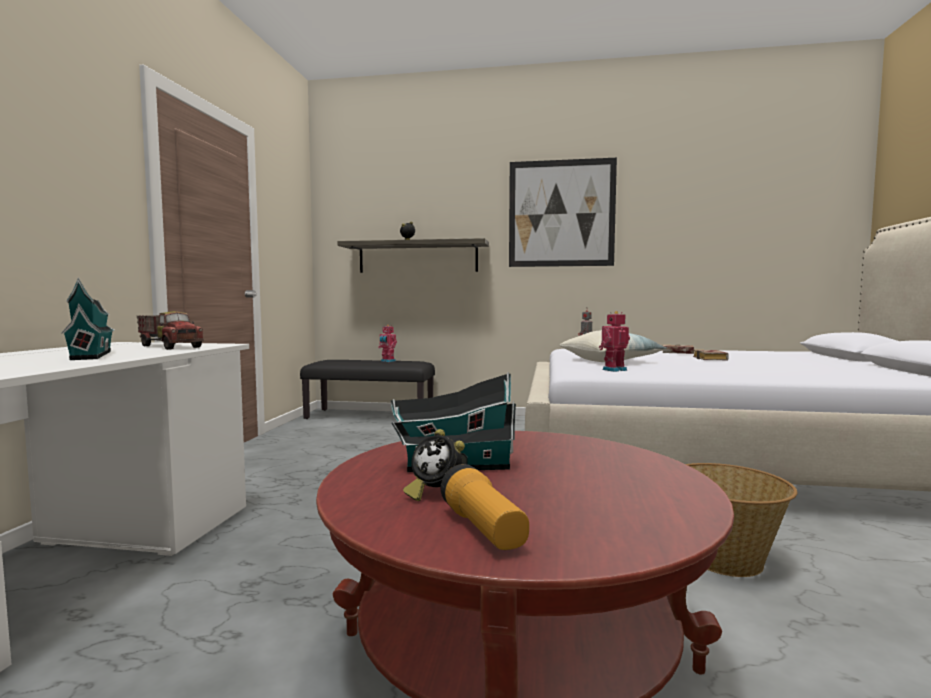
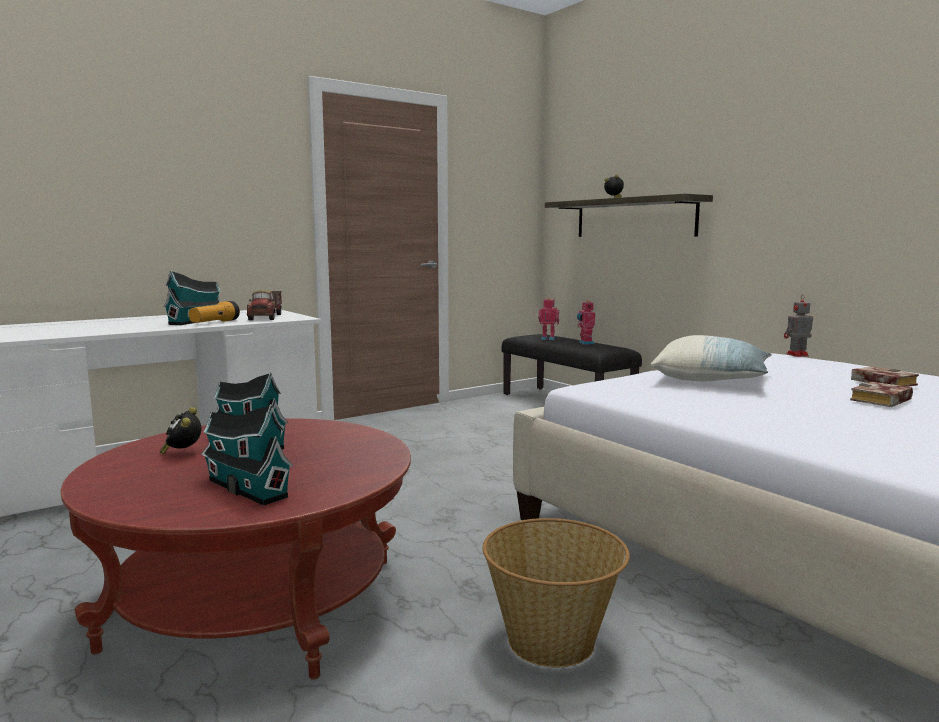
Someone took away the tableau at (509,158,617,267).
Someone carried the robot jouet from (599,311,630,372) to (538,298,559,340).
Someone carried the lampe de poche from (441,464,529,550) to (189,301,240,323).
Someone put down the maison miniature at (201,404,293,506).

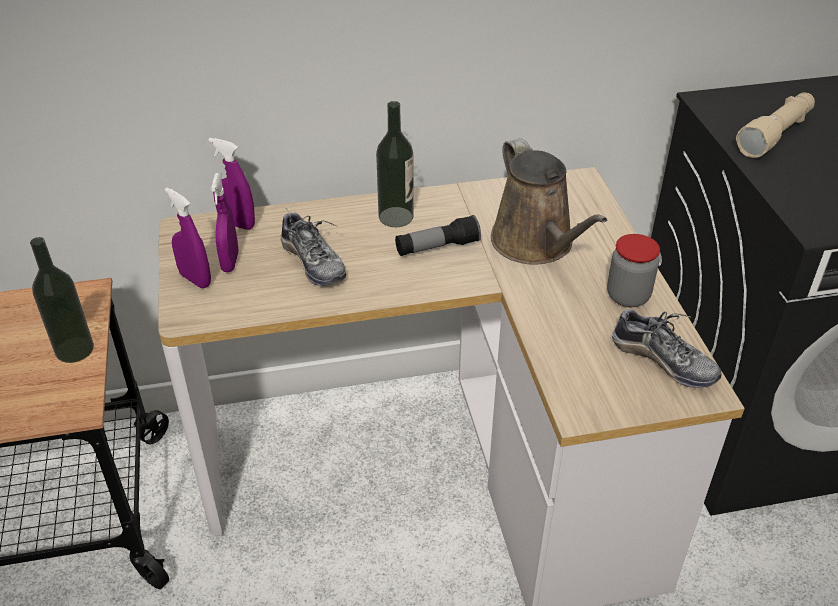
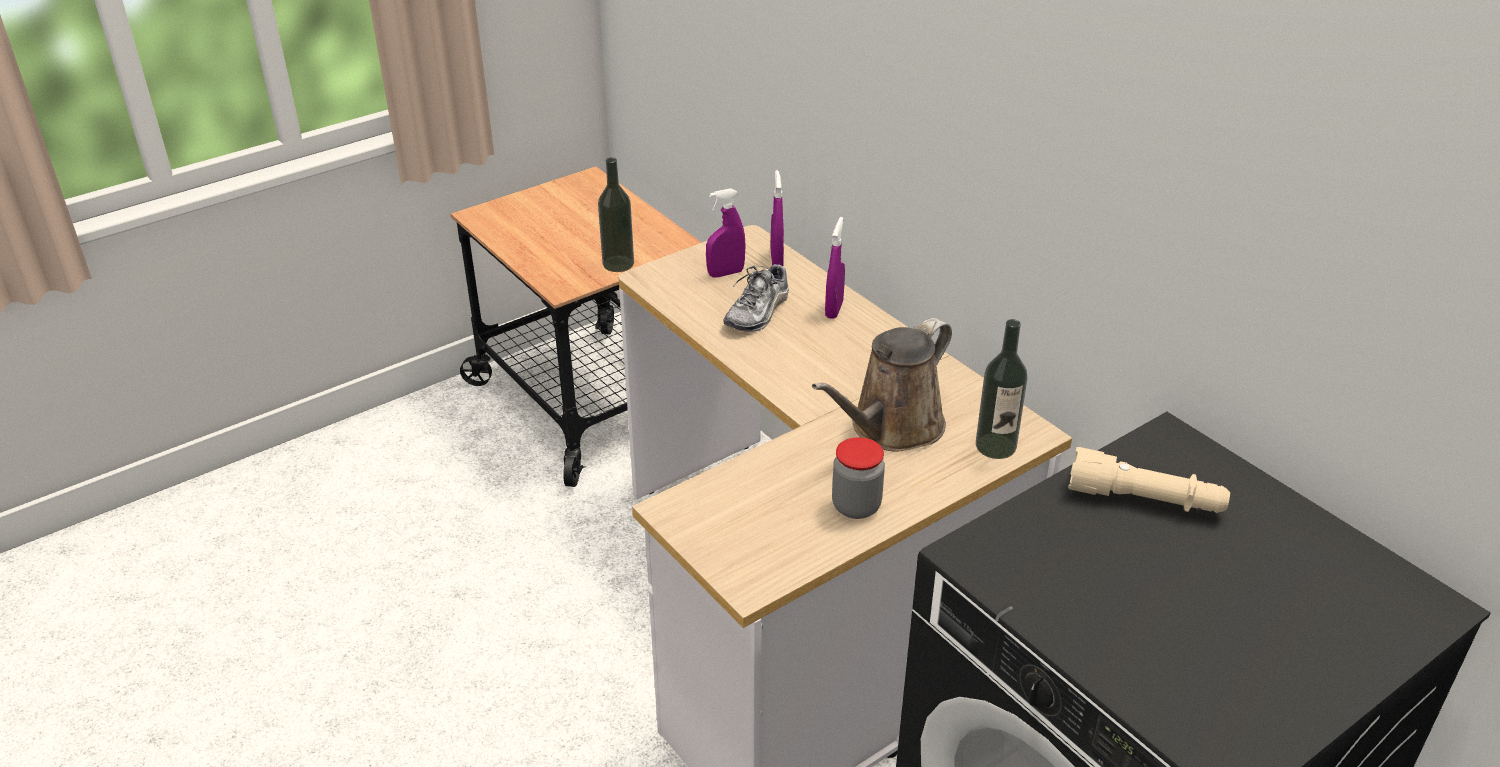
Someone carried the bouteille from (376,101,414,227) to (976,319,1027,459).
Someone carried the vaporisateur (violet) from (165,188,211,288) to (825,217,845,319).
Someone took away the lampe de poche at (395,215,481,256).
Someone took away the chaussure at (612,306,722,388).

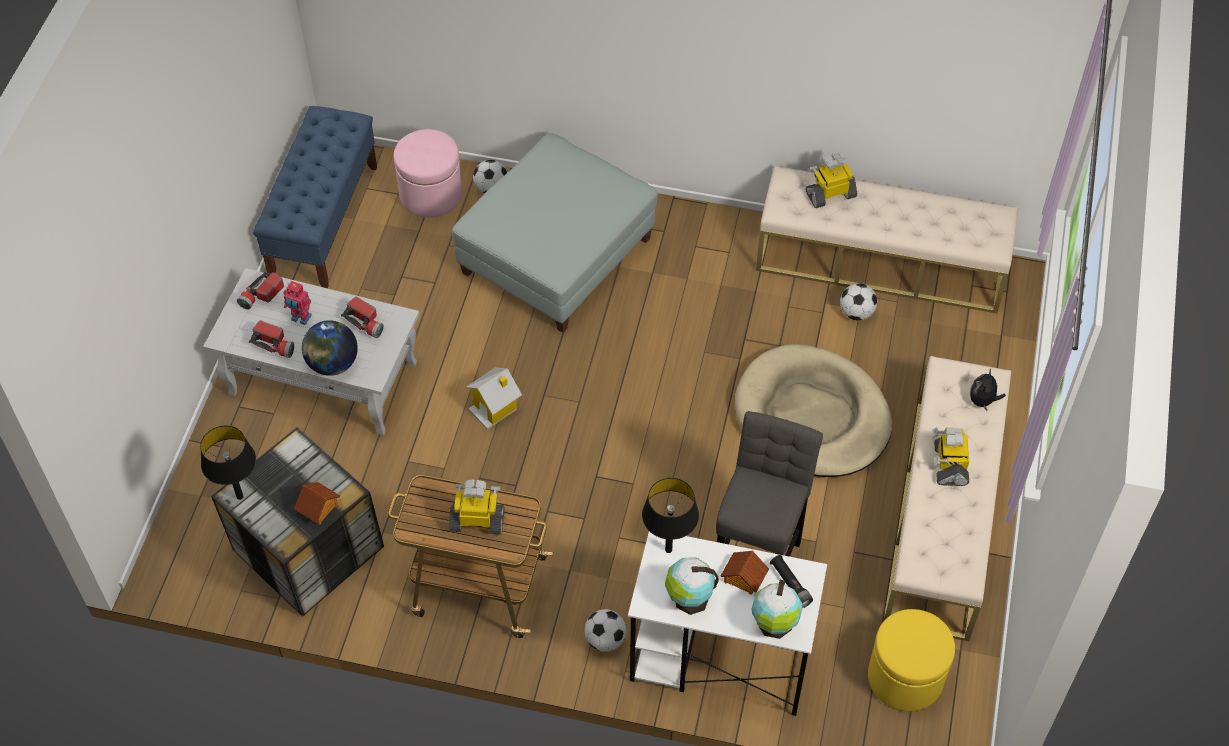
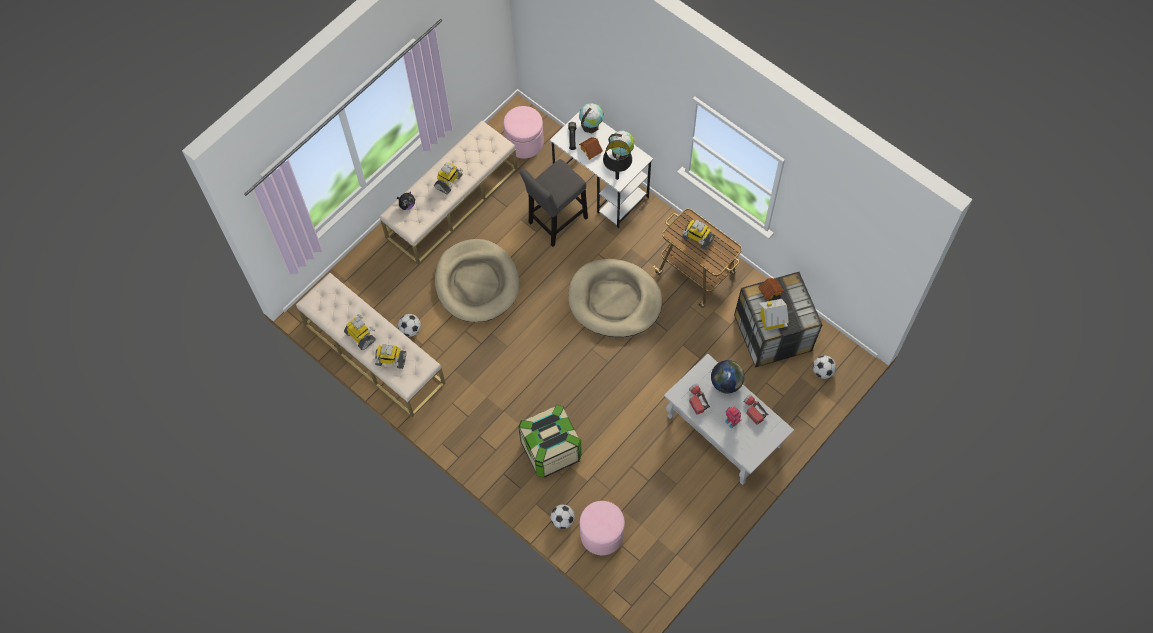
Someone took away the banc (bleu) at (253,106,377,288).
Someone swapped the pouf (gris) at (452,133,658,333) for the boîte de rangement at (518,404,582,478).
Someone took away the lampe de poche at (237,272,284,310).
Someone carried the maison miniature from (466,368,522,430) to (759,299,789,331).
Someone took away the lampe de table (noir) at (200,426,256,500).
Someone carried the ballon de foot from (584,609,627,652) to (813,355,836,379).
Someone repainted the pouf (jaune) at (868,609,955,712), which became the pouf (rose) at (503,106,544,159).
Someone put down the panier pour chien (beige) at (568,259,662,337).
Someone put down the robot jouet at (344,314,376,350).

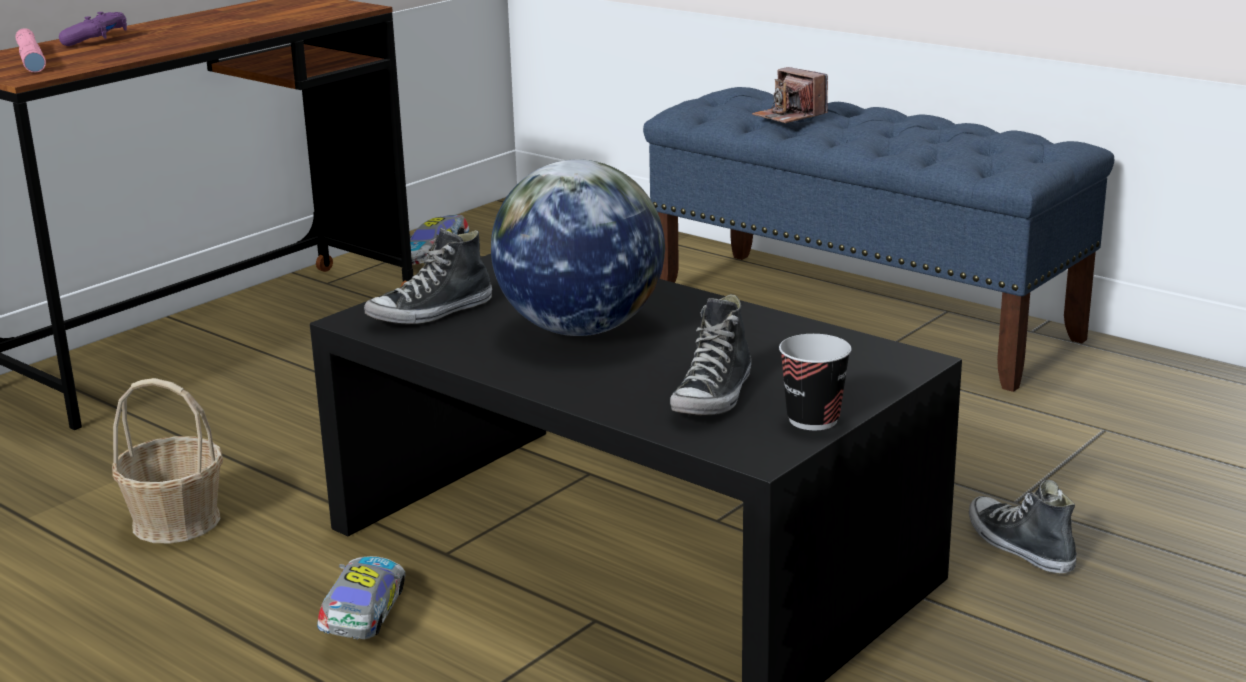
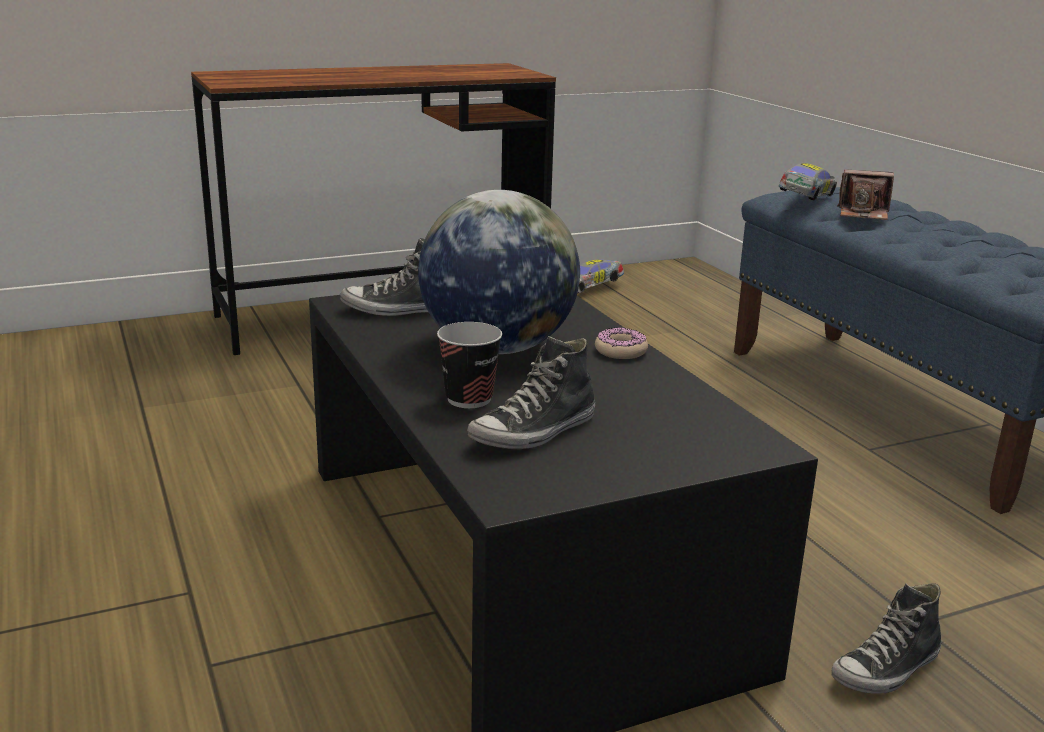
Someone took away the manette (violet) at (59,12,127,46).
Someone took away the lampe de poche (rose) at (15,28,46,72).
Someone rotated the appareil photo at (752,67,828,123) by 60 degrees counterclockwise.
Someone carried the tasse from (779,334,852,430) to (437,322,502,408).
Someone took away the panier at (112,378,223,543).
Someone rotated the chaussure at (969,480,1077,574) by 120 degrees counterclockwise.
Someone carried the petite voiture from (317,556,406,640) to (779,163,837,201).
Someone put down the beignet at (595,327,648,359).

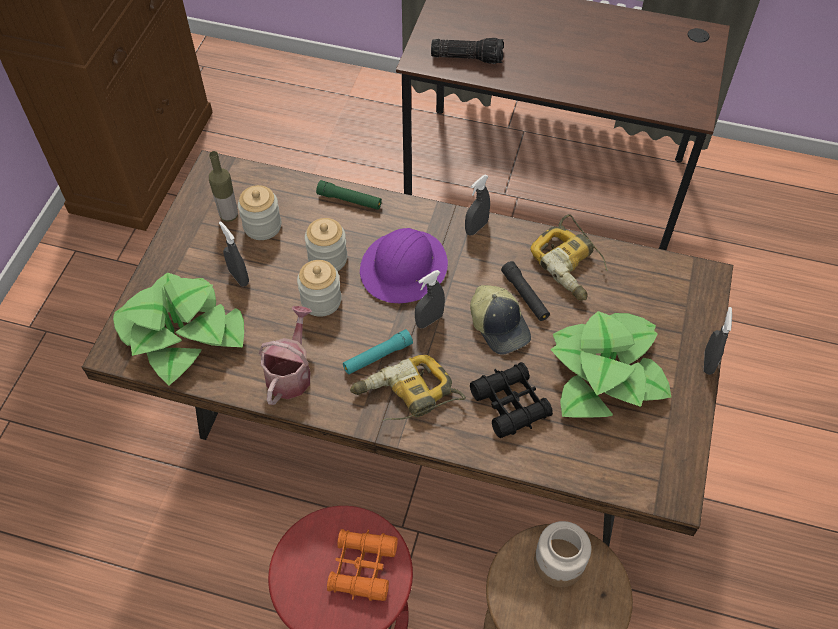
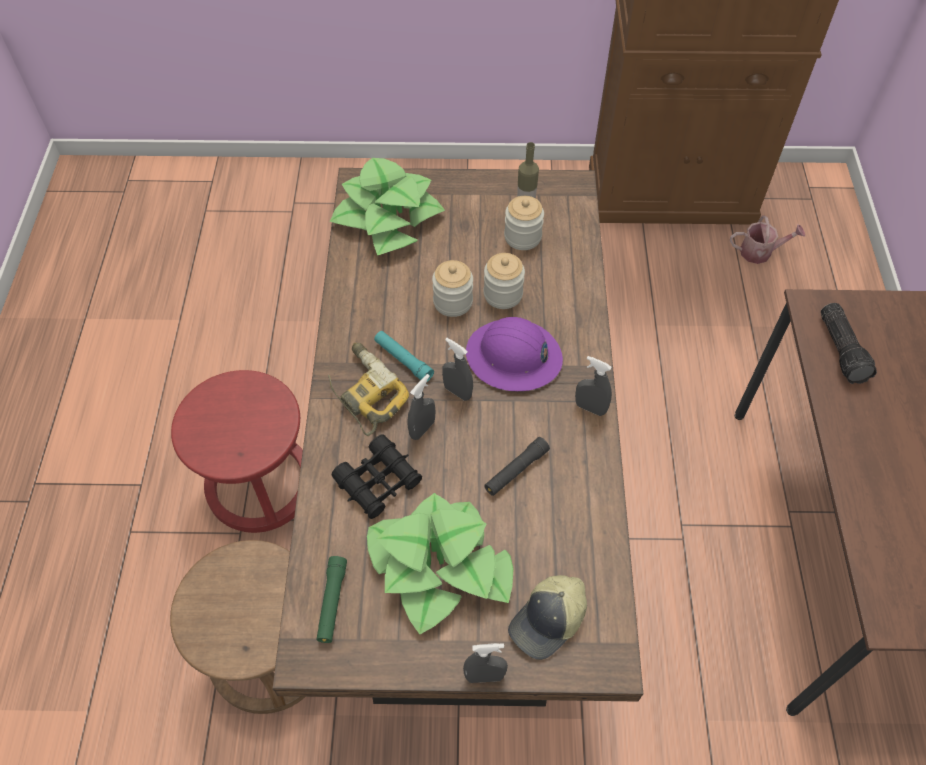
Someone carried the lampe de poche (vert) from (316,180,382,210) to (316,556,347,643).
Someone took away the perceuse at (530,214,608,301).
Someone carried the vaporisateur (gris) from (219,221,249,286) to (407,374,435,440).
Someone carried the casquette from (470,285,531,355) to (508,575,587,660).
Someone carried the arrosoir from (259,306,312,405) to (730,216,805,264).
Someone took away the bocal at (534,521,591,587).
Someone took away the jumelles (orange) at (327,529,398,601).

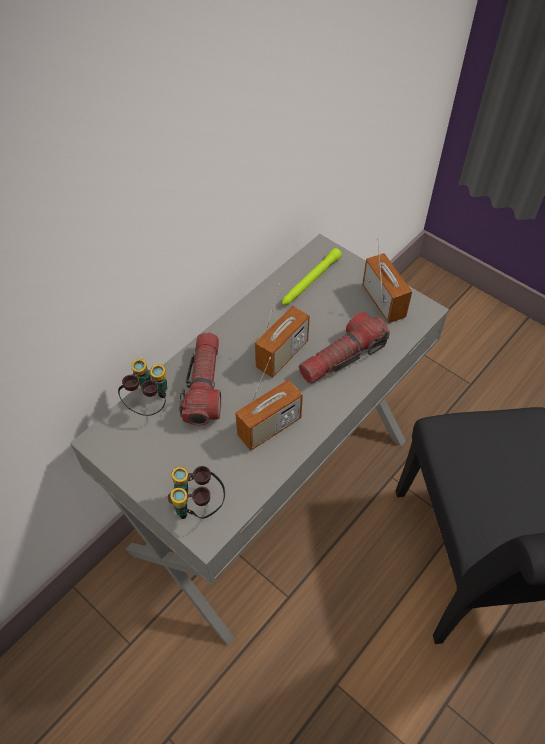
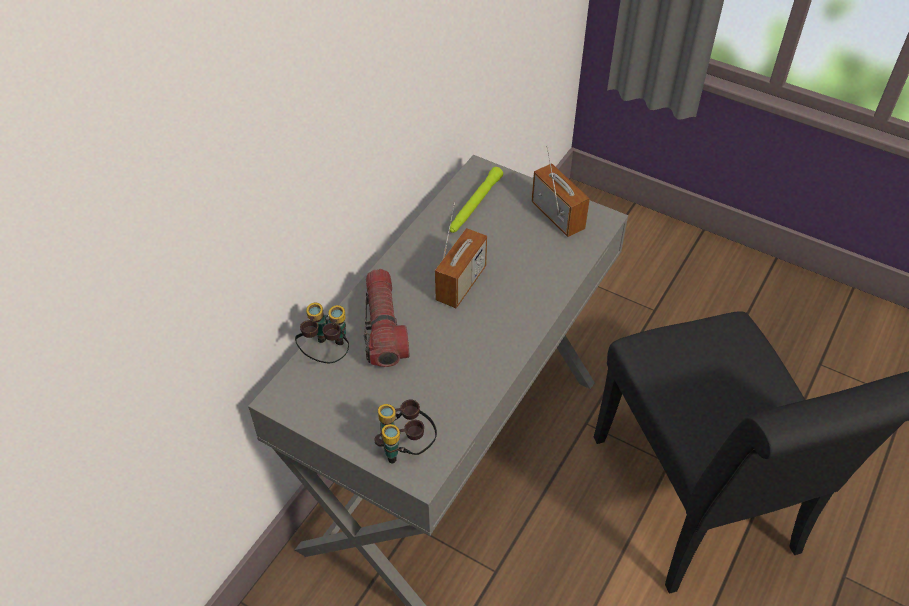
Someone took away the lampe de poche at (299,312,390,384).
Someone took away the radio at (235,357,303,451).

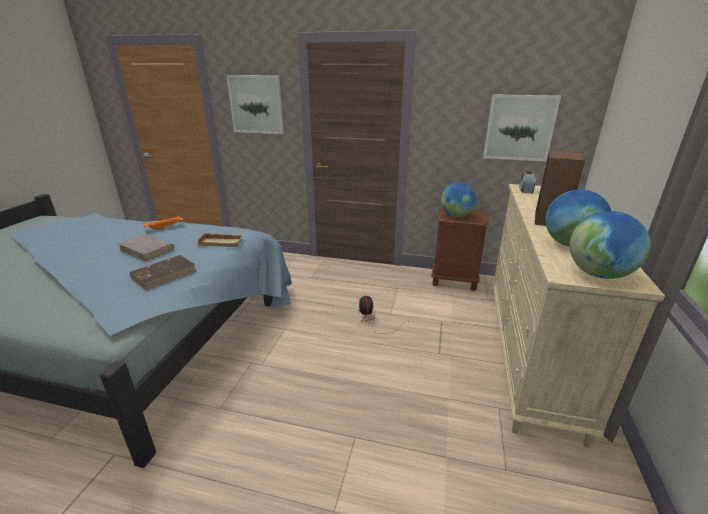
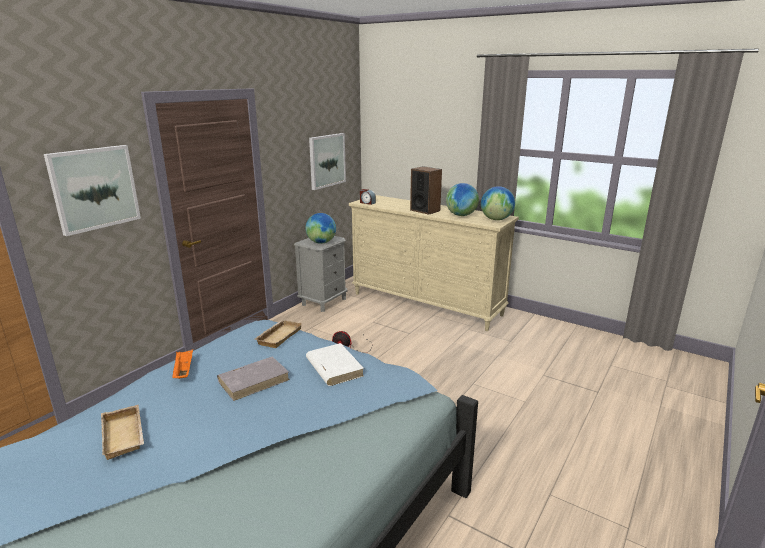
Someone repainted the table de chevet (marron) at (432,207,489,291), which became the table de chevet (gris) at (294,236,347,312).
Someone repainted the livre (marron) at (130,255,196,290), which became the livre (blanc) at (306,343,364,386).
Someone put down the plateau (beige) at (101,405,144,460).

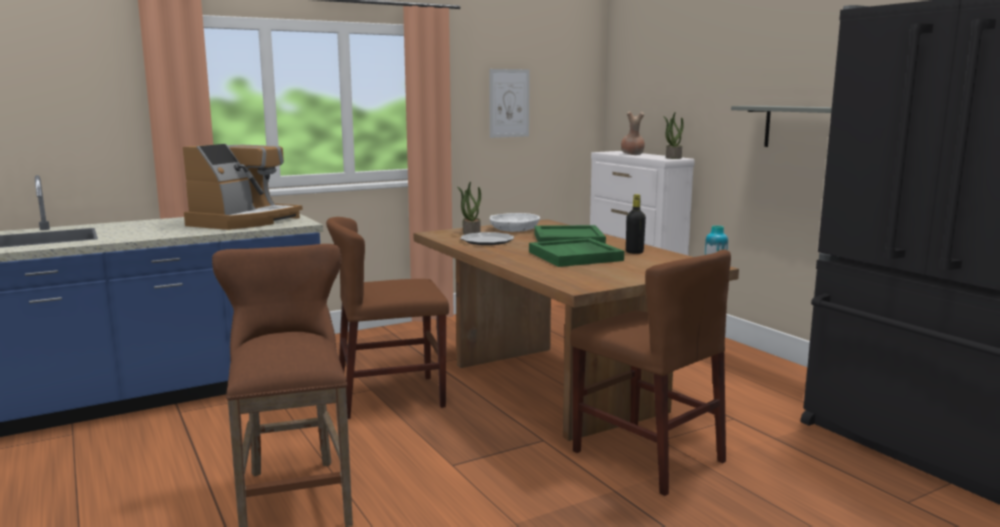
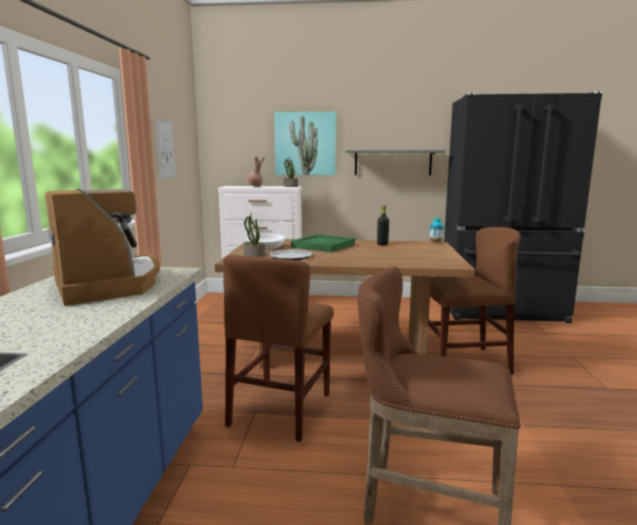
Someone took away the plateau (vert) at (529,238,624,267).
Someone put up the tableau at (274,112,336,175).

